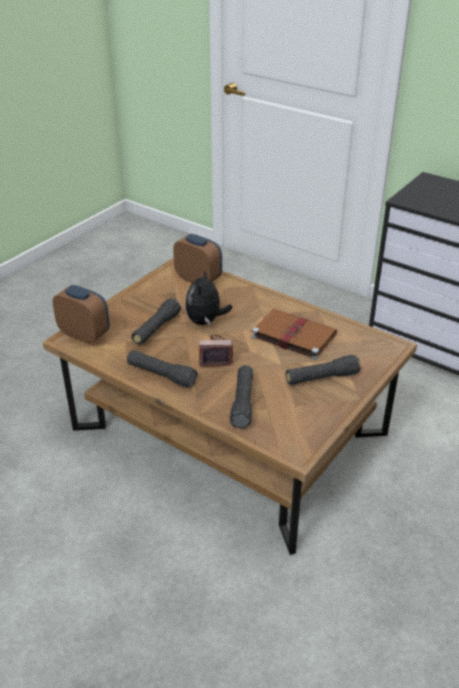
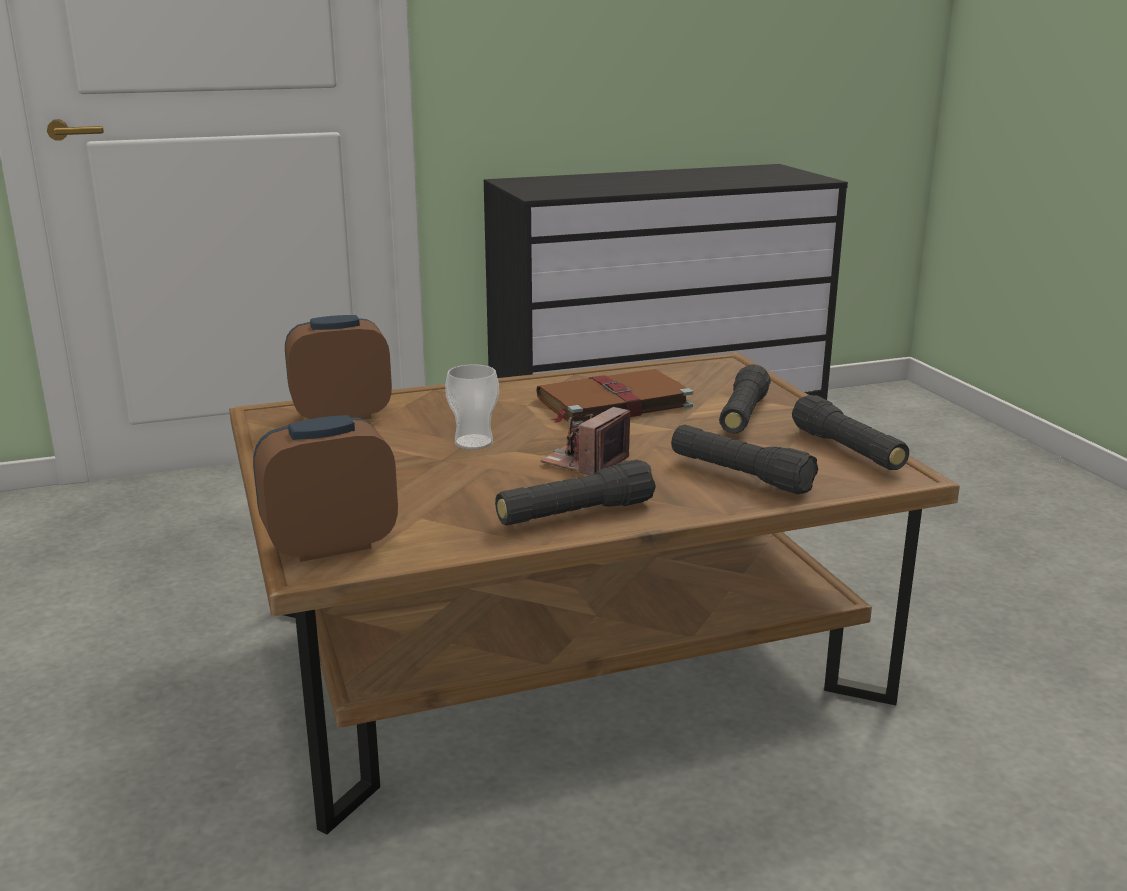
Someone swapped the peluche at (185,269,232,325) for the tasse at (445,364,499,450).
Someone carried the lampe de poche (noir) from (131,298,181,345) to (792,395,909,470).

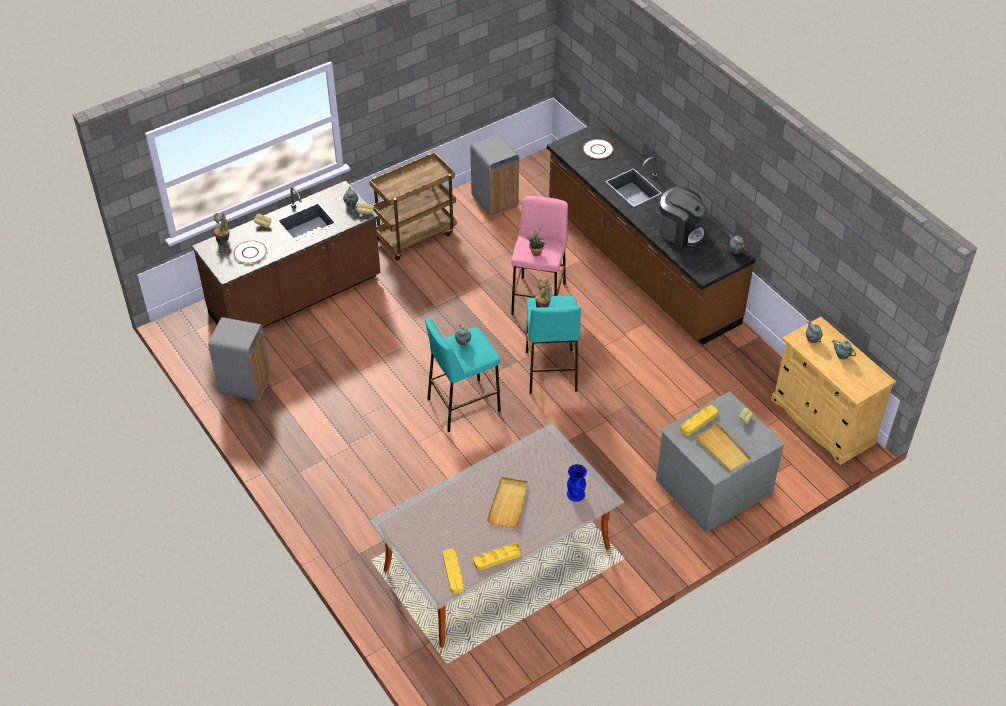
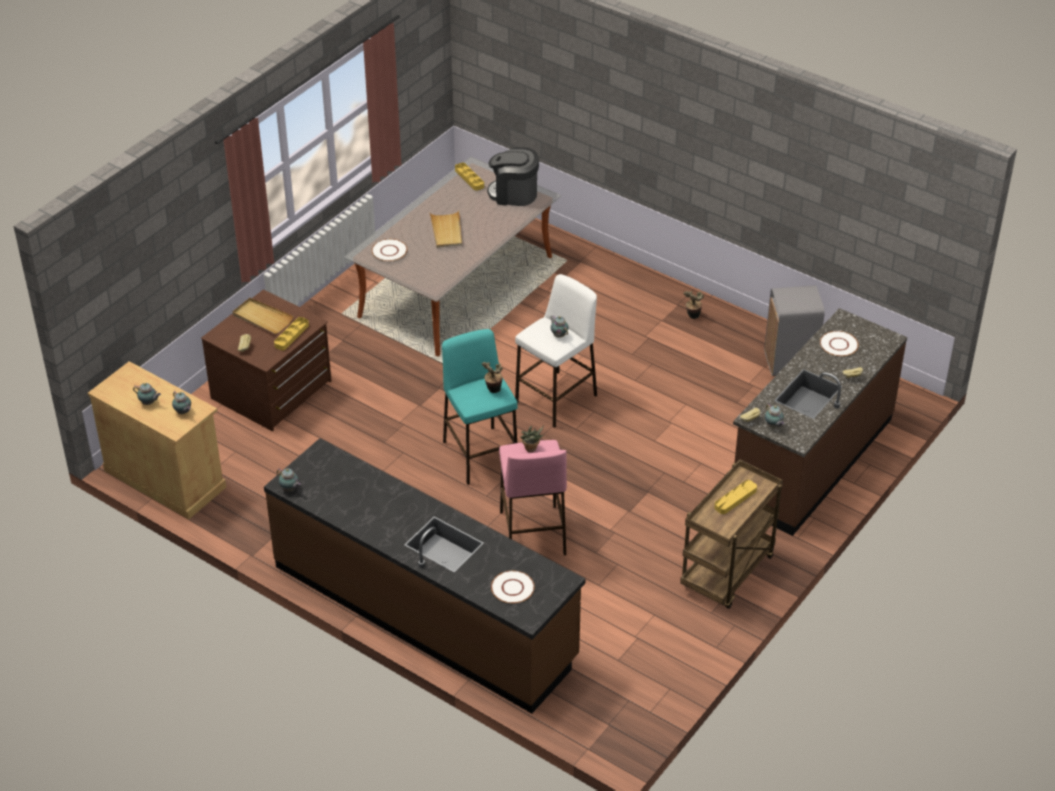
Someone took away the poubelle (gris) at (471,134,519,217).
Someone carried the machine à café from (659,186,707,248) to (487,147,539,206).
Someone carried the plante en pot from (213,213,229,245) to (683,291,704,319).
Someone repainted the tabouret (turquoise) at (425,317,501,432), which became the tabouret (blanc) at (515,274,597,428).
Someone repainted the commode (gris) at (656,391,785,533), which became the commode (marron) at (201,289,332,431).
Someone swapped the vase (bleu) at (567,464,587,502) for the assiette (blanc) at (372,239,407,261).
Someone carried the plateau (jaune) from (474,543,521,570) to (714,480,757,514).

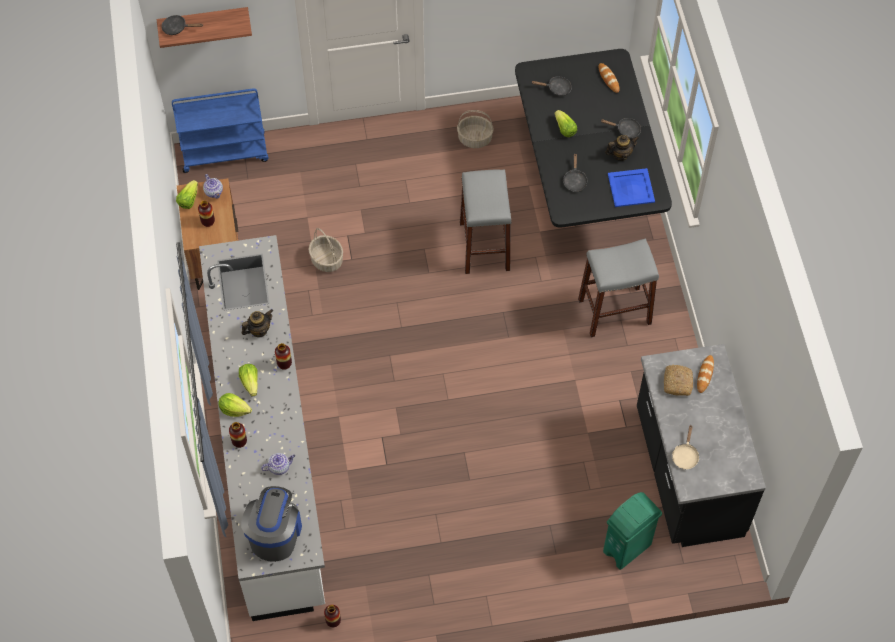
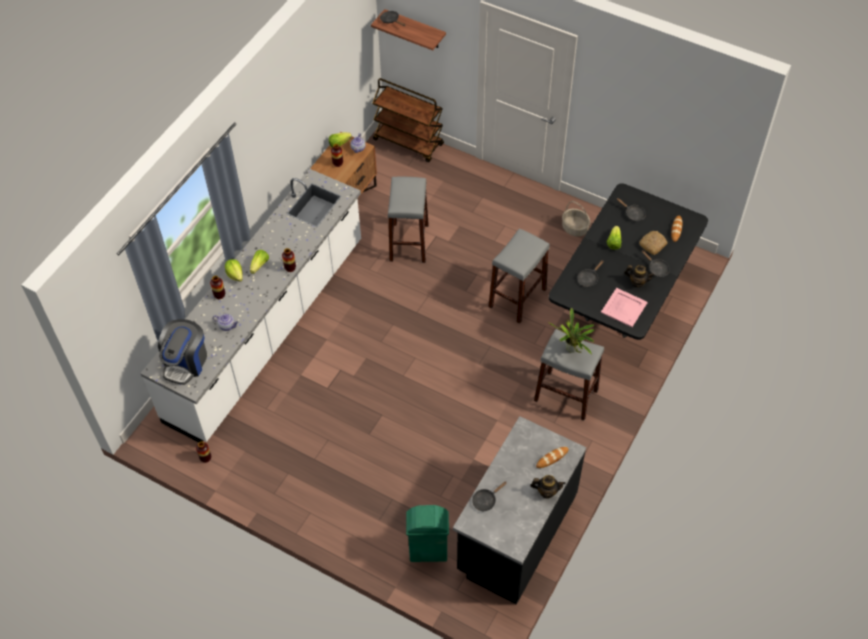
Someone repainted the chariot (bleu) at (172,89,268,173), which became the chariot (marron) at (372,78,444,162).
Someone repainted the plateau (bleu) at (608,168,655,207), which became the plateau (rose) at (601,288,648,327).
Someone swapped the panier at (309,228,343,272) for the tabouret (gris) at (388,176,429,263).
Someone carried the théière from (242,309,273,337) to (530,475,565,498).
Someone carried the pain from (664,365,693,396) to (639,231,668,255).
Someone repainted the poêle (beige) at (672,426,699,469), which became the poêle (noir) at (472,482,507,511).
Someone rotated the machine à café at (241,486,302,562) by 150 degrees clockwise.
Someone put down the plante en pot at (548,308,595,355).

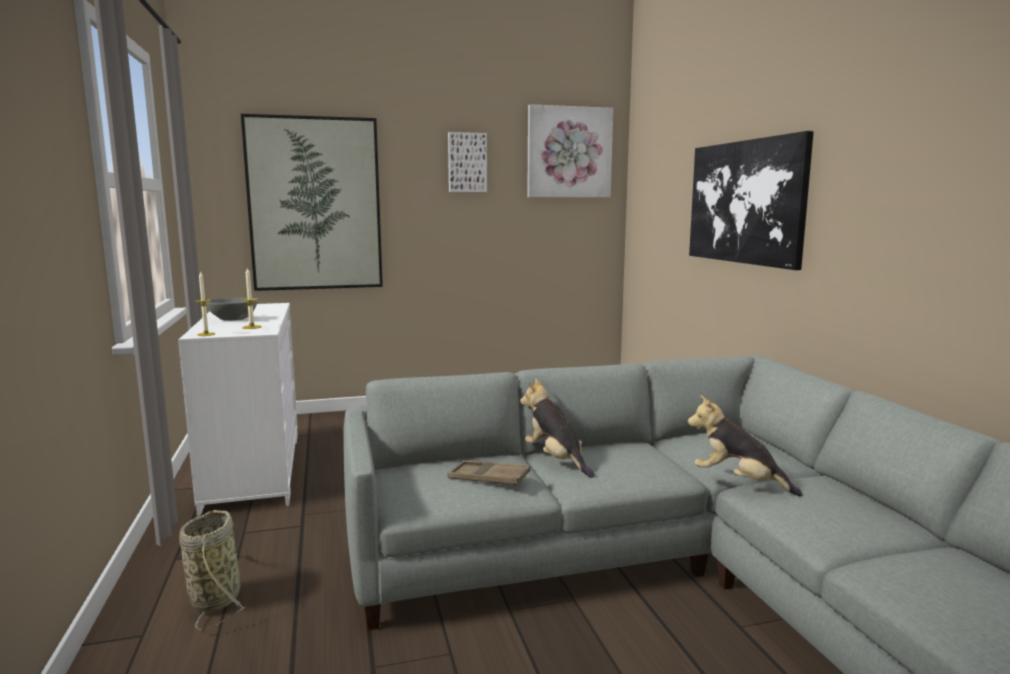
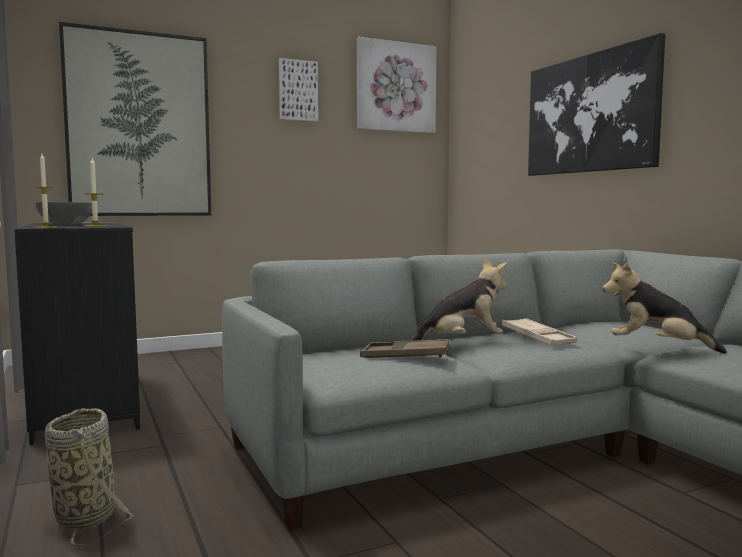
Someone repainted the commode (blanc) at (178,303,298,516), which became the commode (noir) at (14,222,140,445).
Someone rotated the peluche at (520,378,594,478) by 120 degrees clockwise.
Someone put down the plateau (beige) at (502,318,577,345).

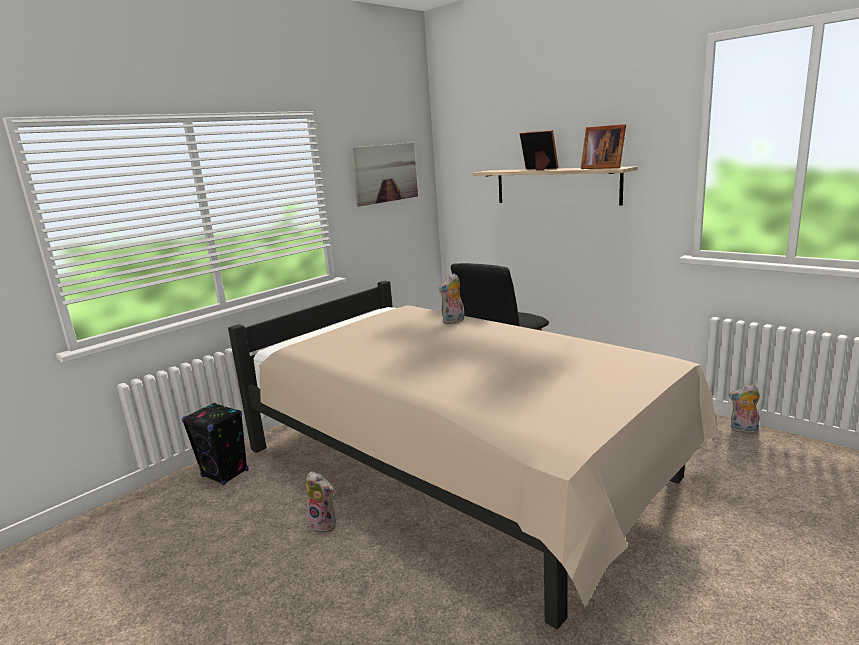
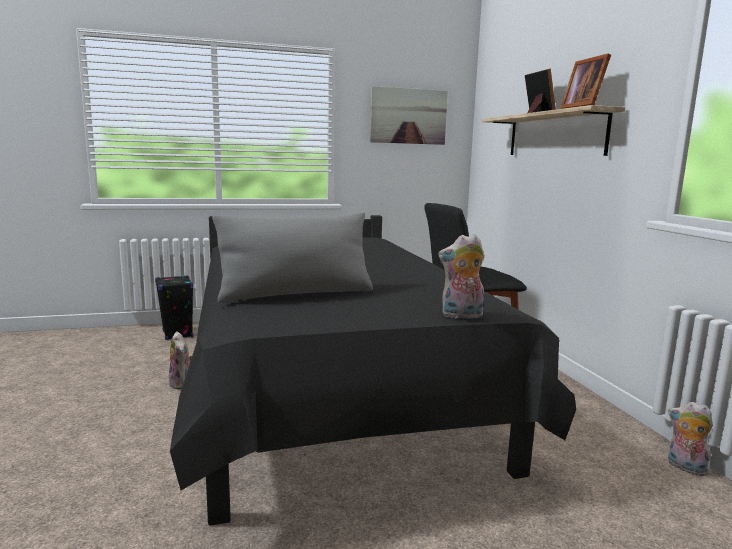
Someone carried the peluche from (438,273,465,324) to (438,234,485,319).
Someone repainted the lit (beige) at (228,281,718,630), which became the lit (noir) at (170,215,576,526).
Someone put down the coussin (gris) at (212,213,373,302).

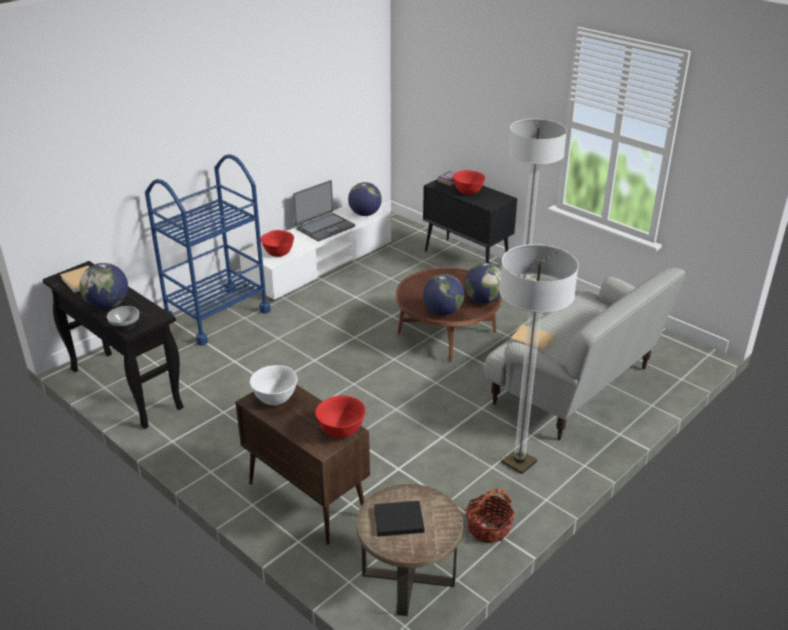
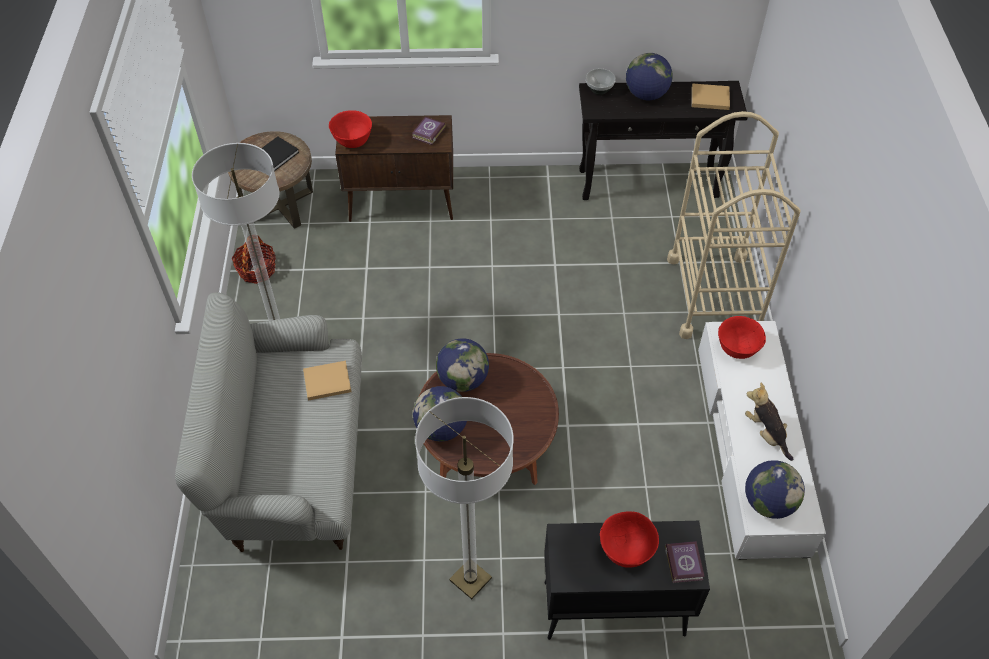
Someone repainted the chariot (bleu) at (145,154,271,346), which became the chariot (beige) at (667,111,800,339).
Someone swapped the ordinateur portable at (293,180,355,241) for the peluche at (745,382,793,461).
Someone swapped the bol (blanc) at (250,365,298,405) for the livre at (412,117,445,145).

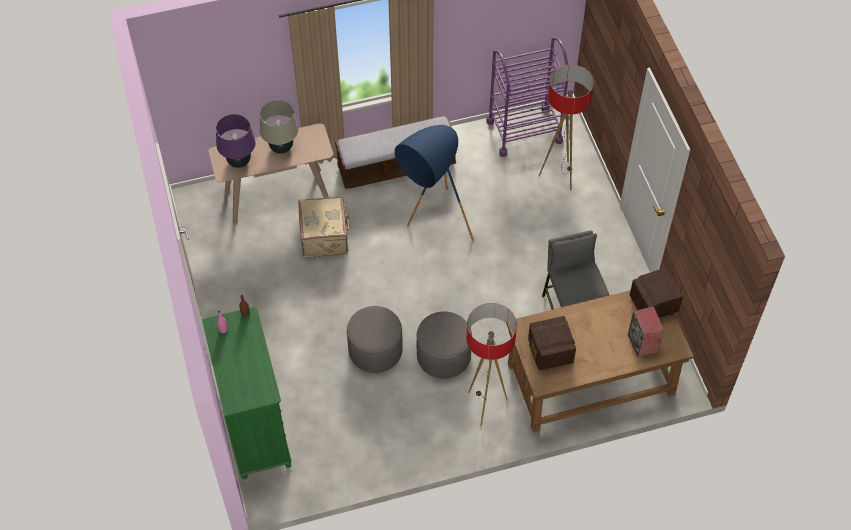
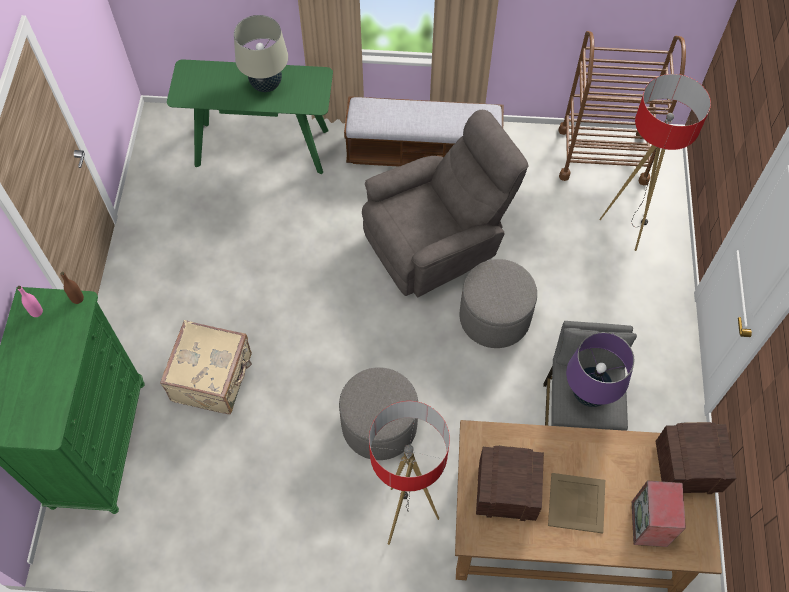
Someone repainted the chariot (violet) at (486,37,568,157), which became the chariot (marron) at (558,31,686,185).
Someone carried the lampe de table (violet) from (216,114,255,168) to (566,332,634,407).
Someone repainted the table console (beige) at (209,123,333,225), which became the table console (vert) at (167,59,333,174).
Someone swapped the lampadaire (bleu) at (394,125,474,240) for the fauteuil (gris) at (362,110,529,297).
Someone carried the valise (beige) from (298,196,349,258) to (160,320,252,414).
Someone carried the pouf (gris) from (347,306,403,373) to (460,259,537,348).
Someone rotated the radio at (528,316,576,371) by 90 degrees clockwise.
Someone put down the plateau (beige) at (548,473,605,533).

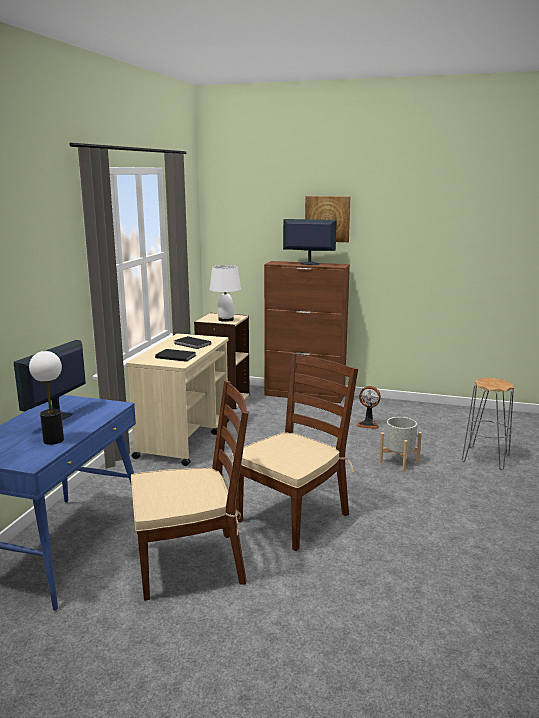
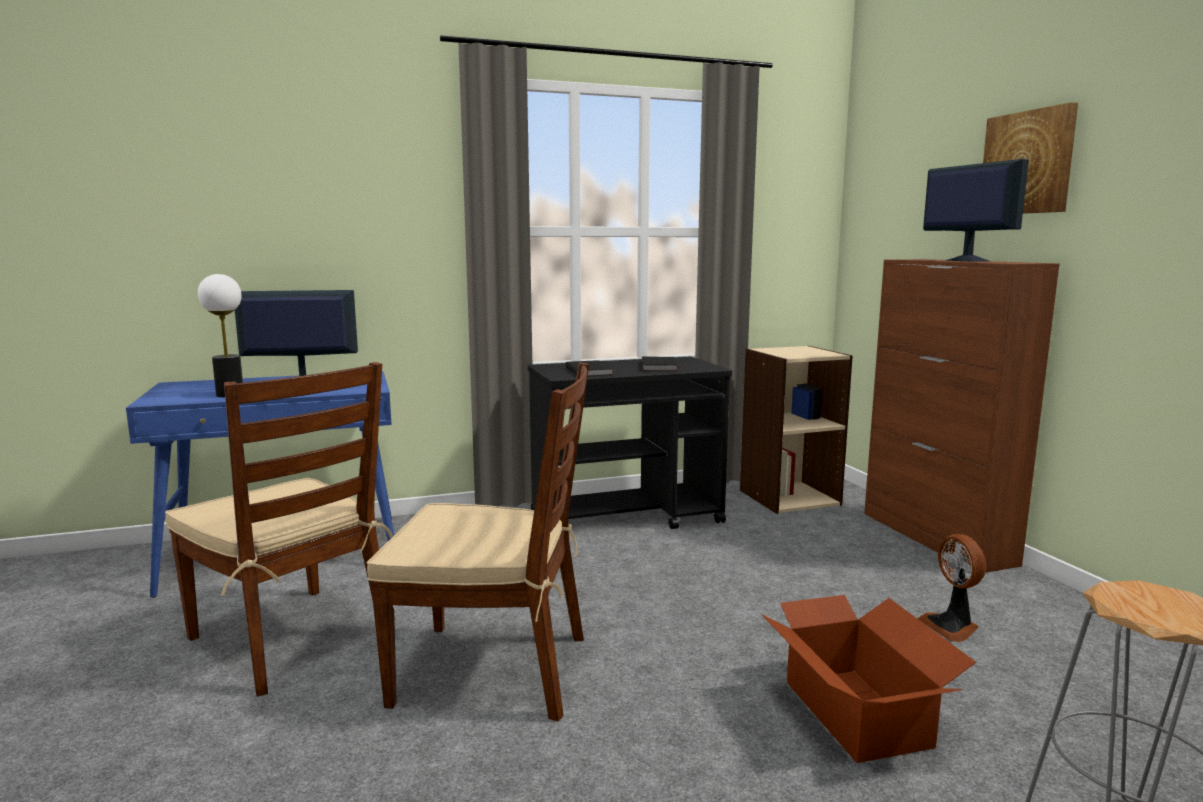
Someone took away the lampe de table (blanc) at (209,265,241,322).
Someone repainted the chariot (beige) at (126,333,229,466), which became the chariot (noir) at (528,357,732,529).
Someone swapped the cache-pot (gris) at (379,417,422,471) for the carton at (761,595,976,763).

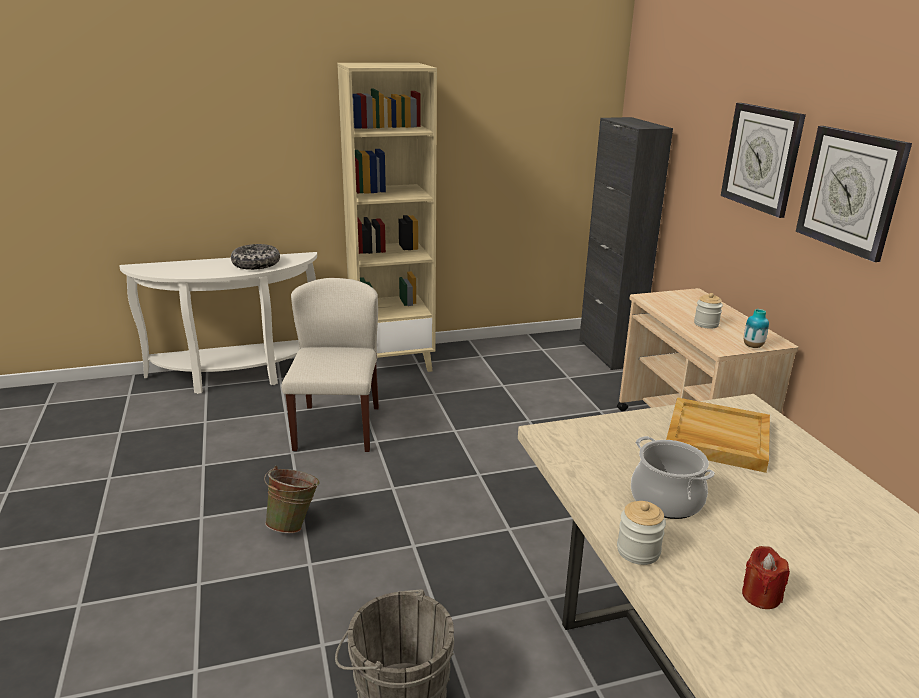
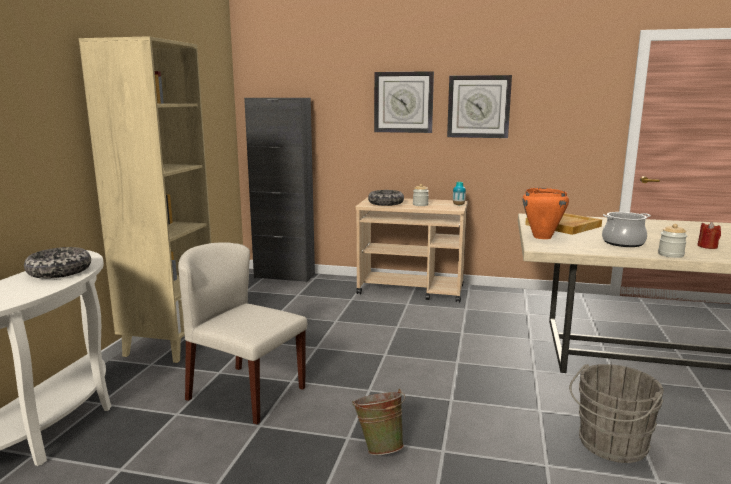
Someone put down the marmite (orange) at (523,188,569,239).
Someone put down the bol at (368,190,404,206).

